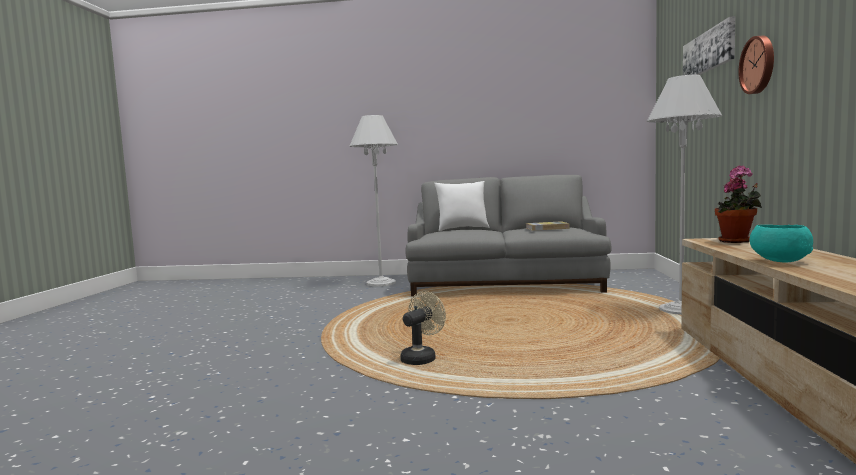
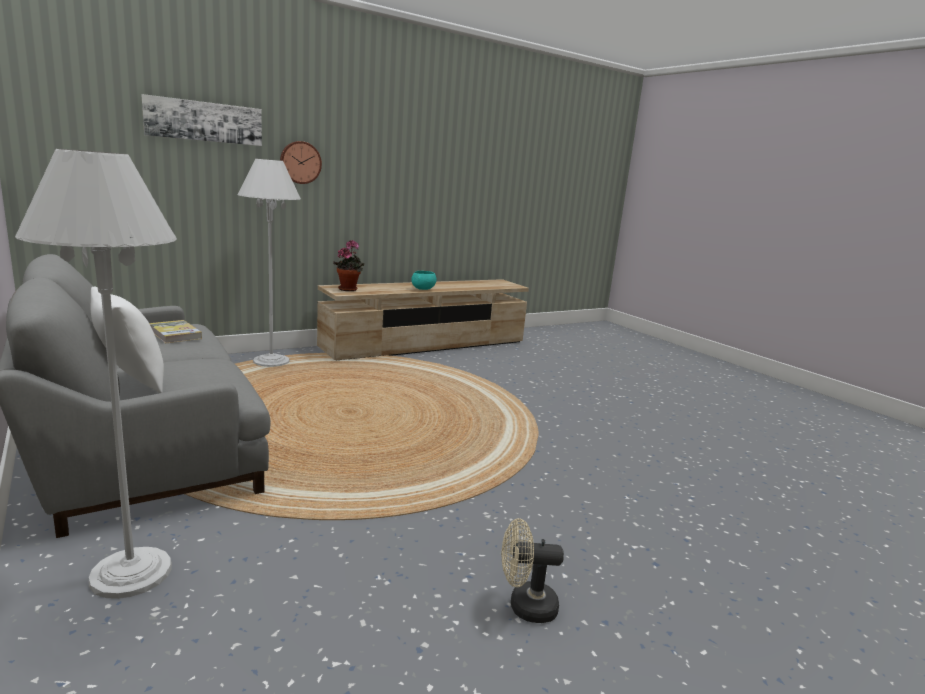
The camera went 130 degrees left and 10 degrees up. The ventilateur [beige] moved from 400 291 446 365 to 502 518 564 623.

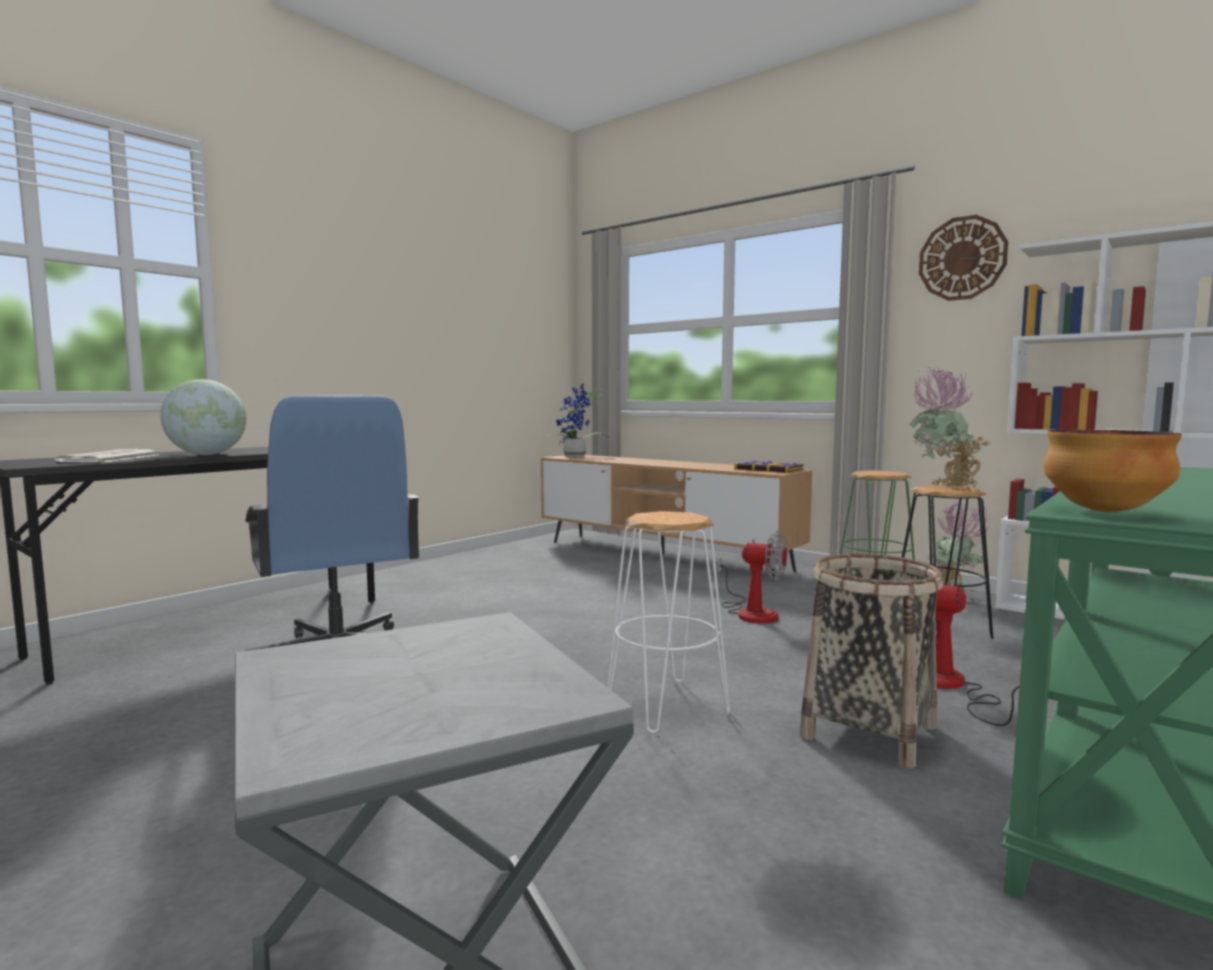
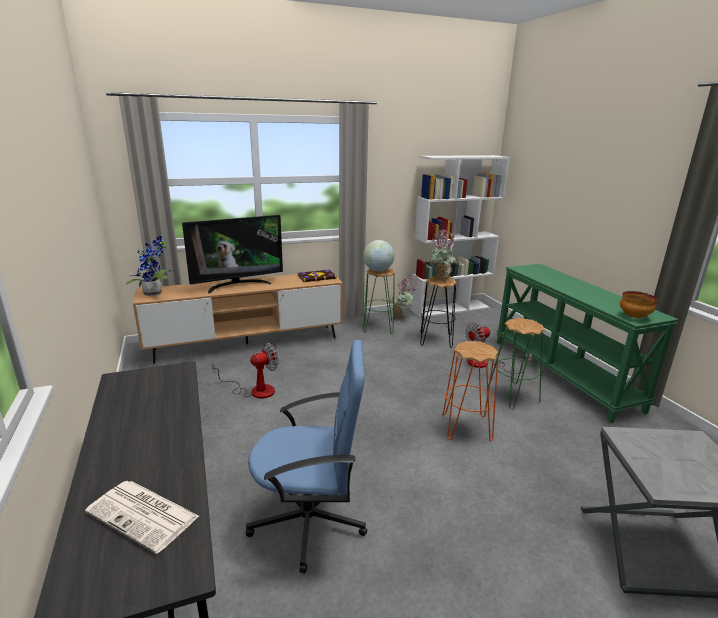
The camera went 60 degrees left and 15 degrees up. The horloge murale at 919 215 1008 301 disappeared. The téléviseur at 182 215 283 293 appeared. The globe moved from 160 379 246 455 to 363 240 394 271. The ventilateur moved from 718 531 787 624 to 212 343 279 399. The panier at 799 554 943 768 was replaced by the tabouret [vert] at 488 318 545 410. The tabouret [blanc] at 607 511 730 734 became the tabouret [orange] at 443 341 498 442.

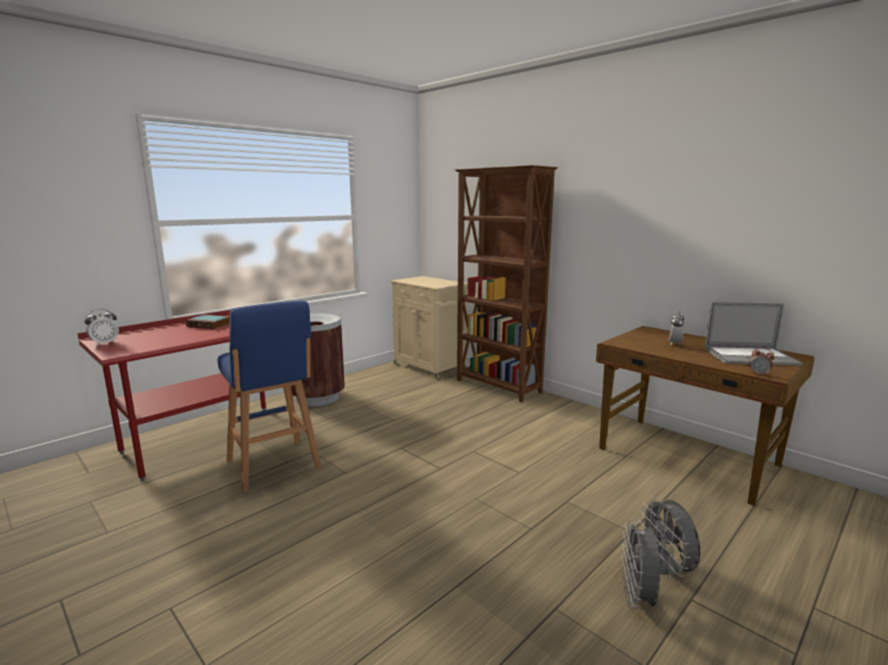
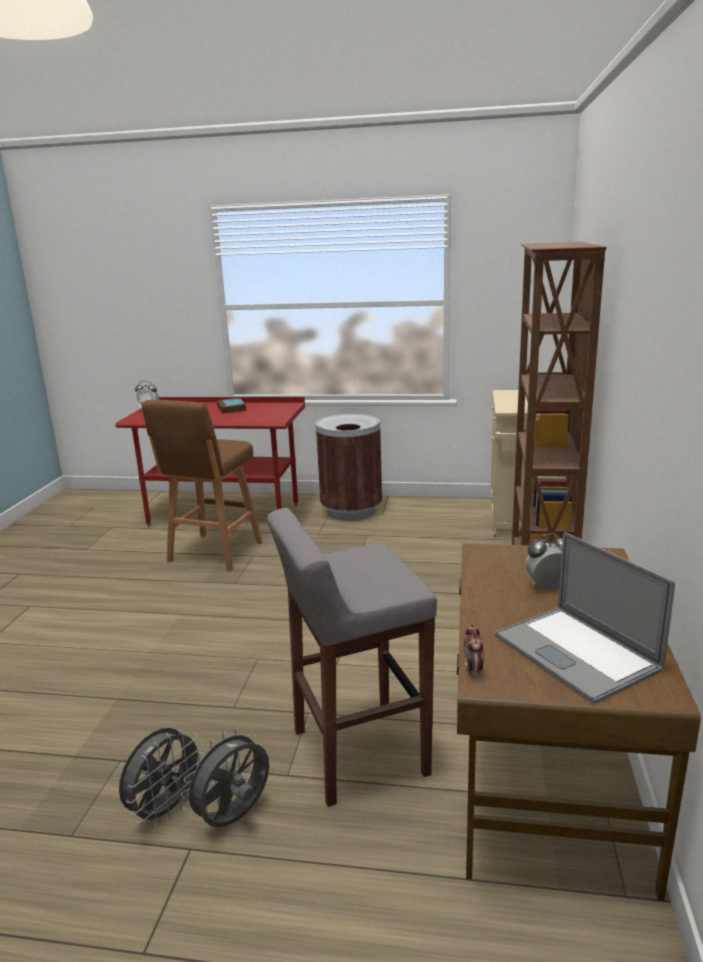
The camera went 55 degrees right and 5 degrees up. The tabouret [gris] at 267 508 437 807 appeared. The tabouret [bleu] at 218 301 322 492 became the tabouret [marron] at 142 400 263 571. The ventilateur [gris] at 622 519 670 609 turned 150 degrees clockwise.

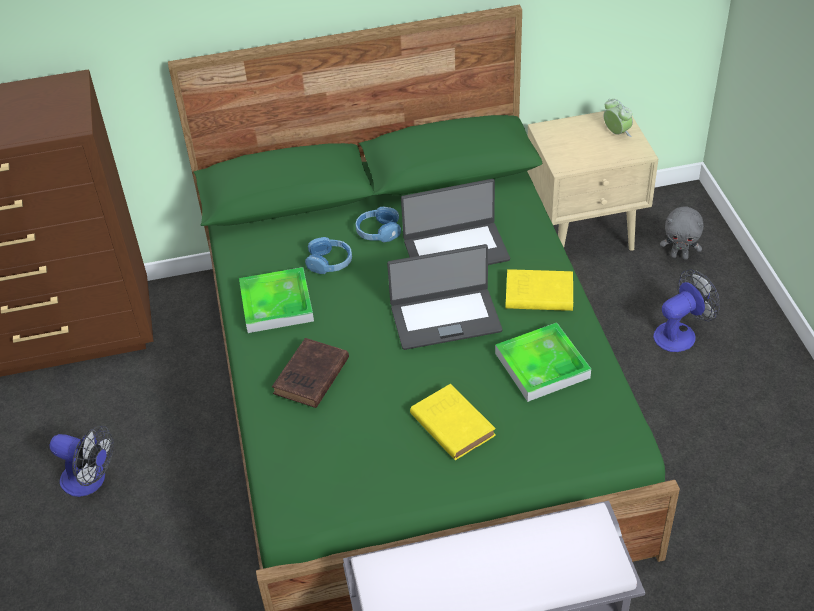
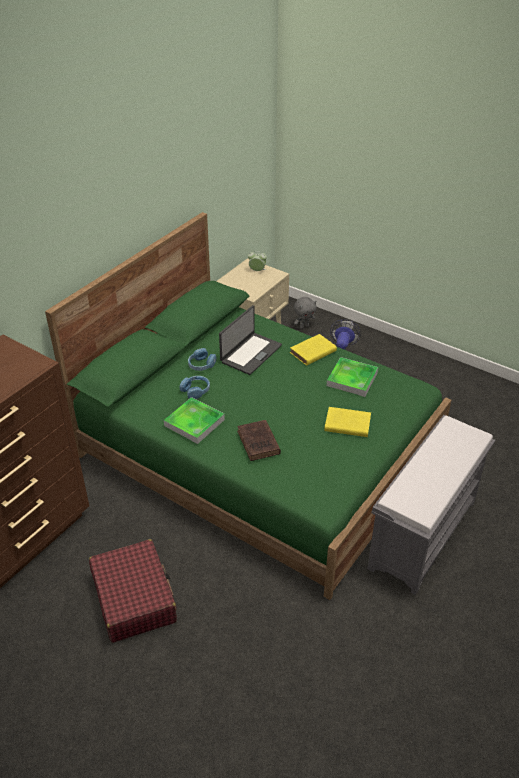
The camera went 45 degrees left and 5 degrees down. The ordinateur portable at 387 244 502 350 disappeared. The ventilateur at 49 425 114 497 was replaced by the valise [rouge] at 89 539 177 643.

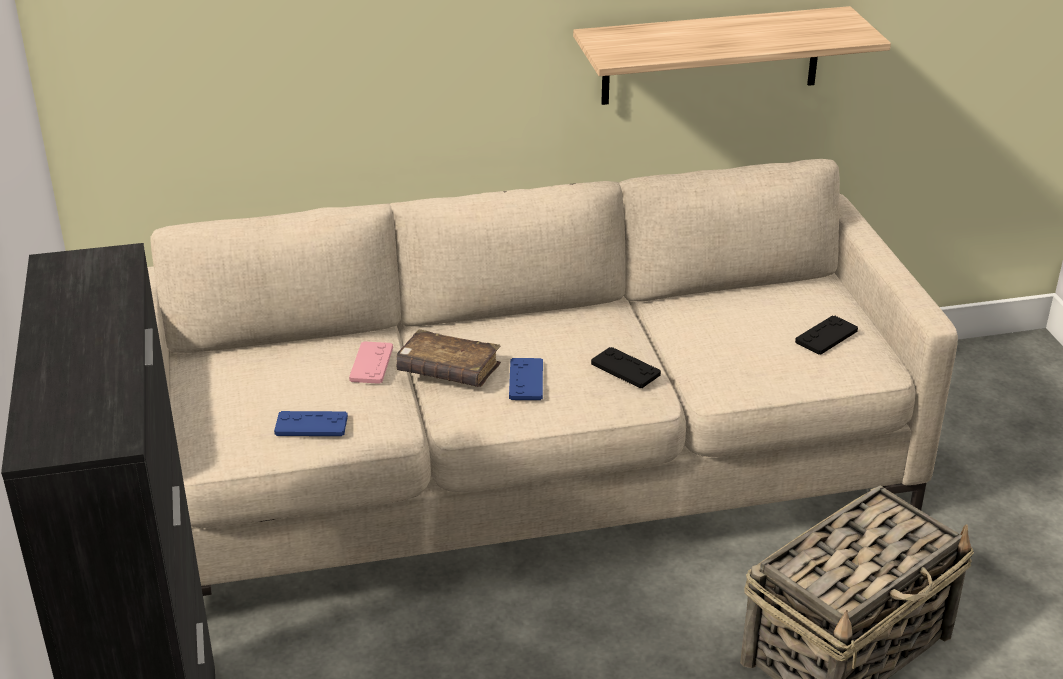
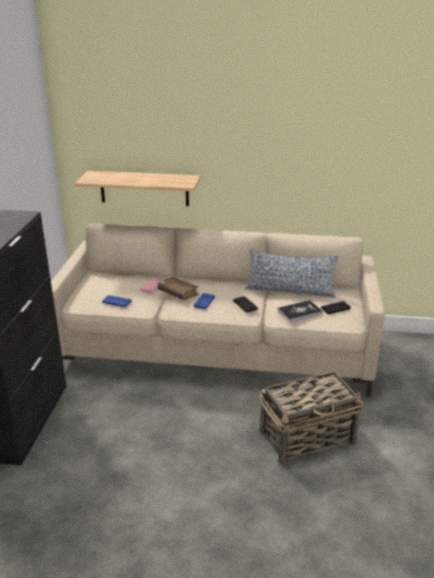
The camera went 20 degrees right and 5 degrees down. The coussin at 245 249 338 298 appeared. The livre at 277 300 323 322 appeared. The étagère moved from 573 6 891 105 to 75 171 200 206.

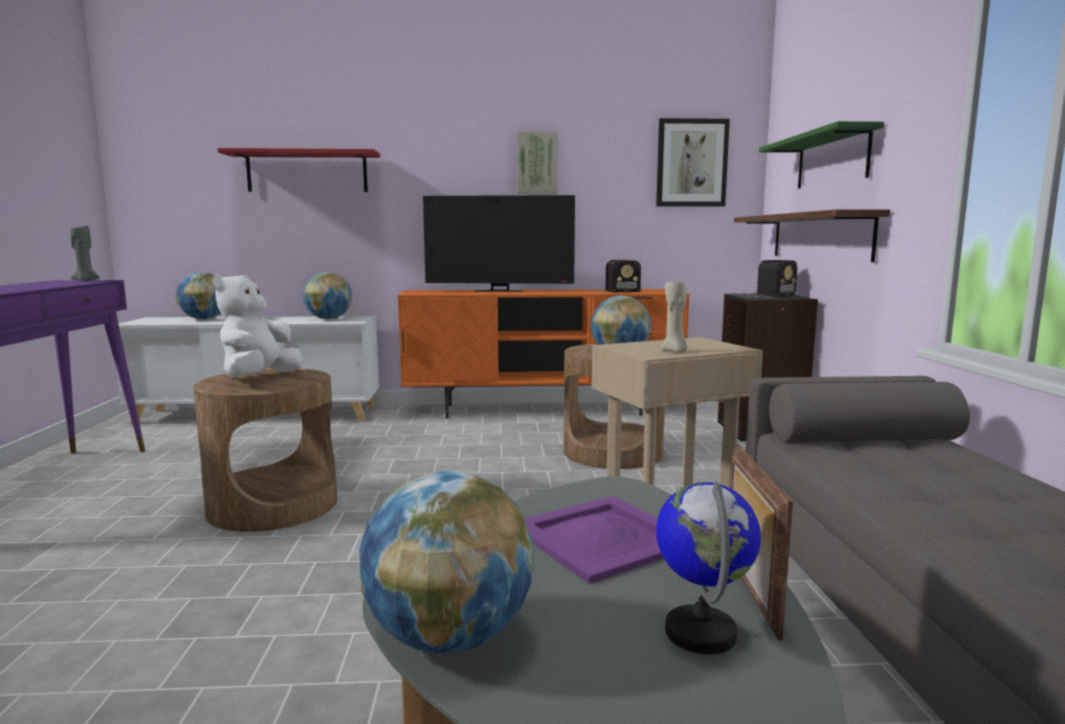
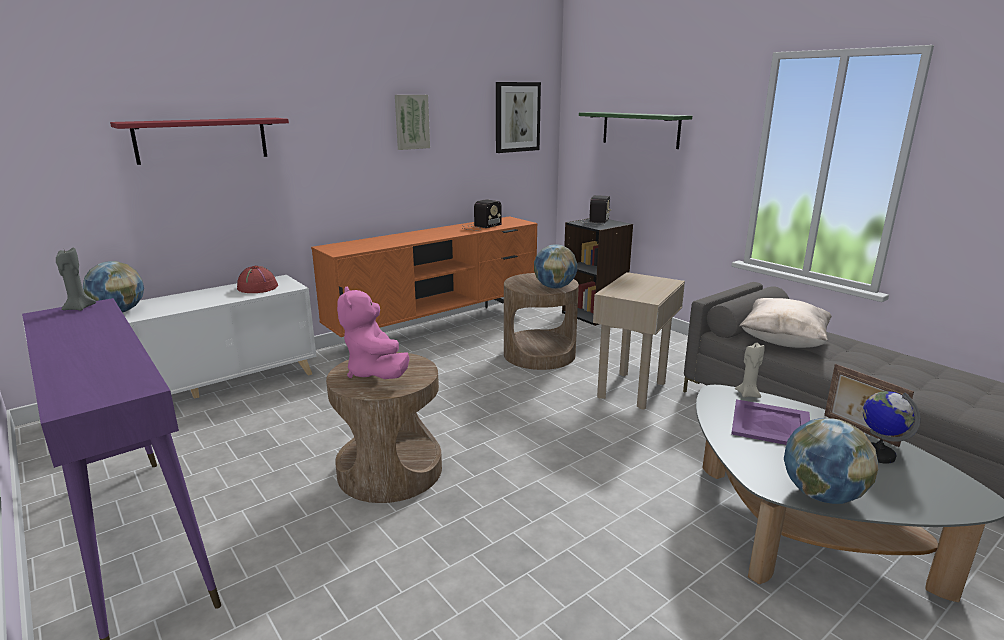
The camera went 35 degrees left and 10 degrees up. The téléviseur at 423 195 575 292 disappeared. The étagère at 734 209 890 262 disappeared. The coussin [beige] at 739 298 832 348 appeared. The bougie [beige] moved from 661 279 687 352 to 735 343 765 398. The globe at 303 272 352 319 was replaced by the chapeau [rouge] at 237 266 278 293. The peluche [blanc] at 212 275 302 378 became the peluche [rose] at 337 287 410 379.

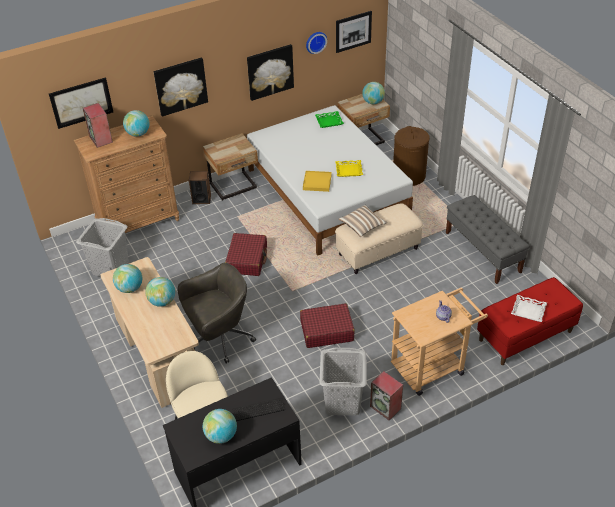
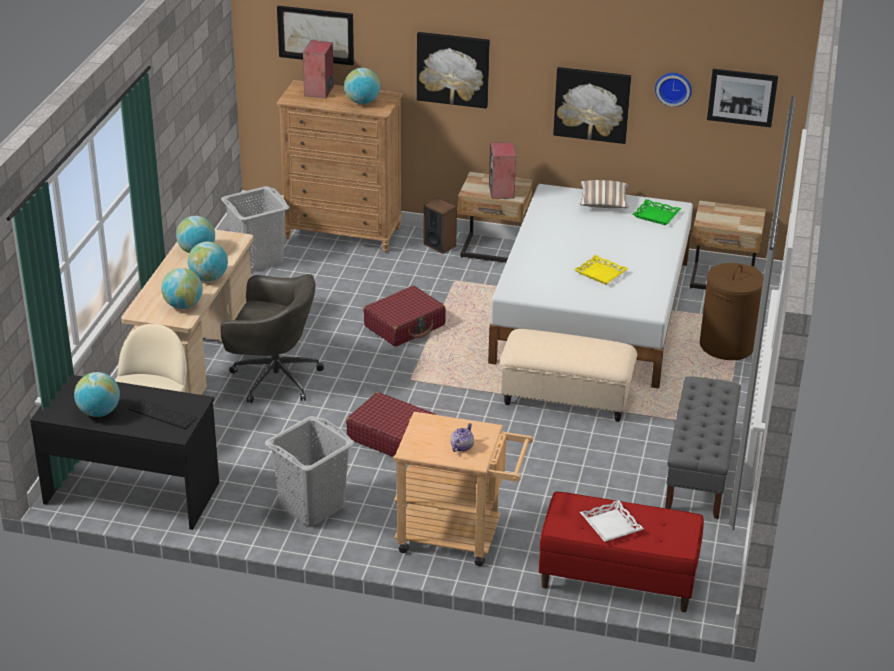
The camera went 40 degrees right and 10 degrees down. The plateau [jaune] at 303 171 332 192 disappeared. The coussin moved from 338 205 387 237 to 580 180 629 208. The globe moved from 362 82 385 104 to 161 268 203 309. The enceinte moved from 370 371 403 420 to 489 142 516 199.

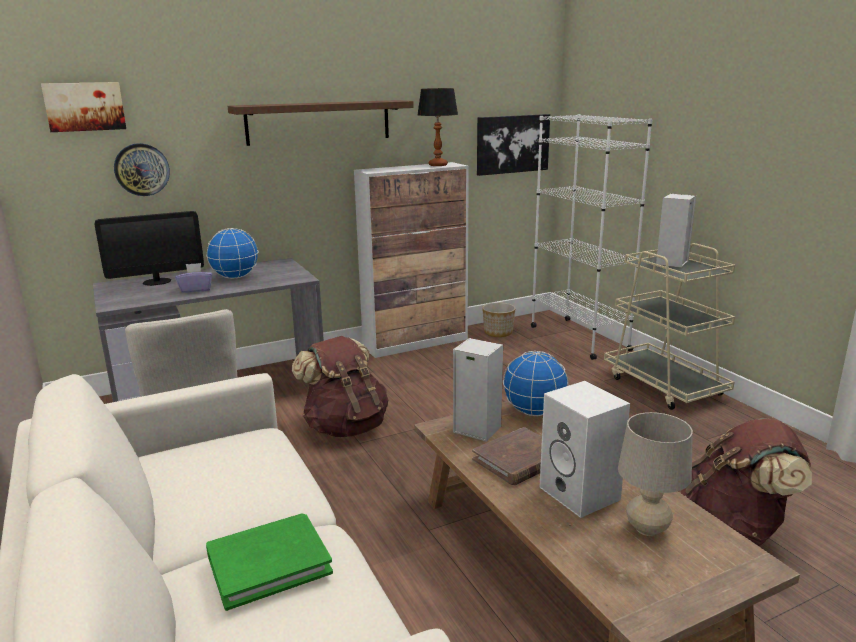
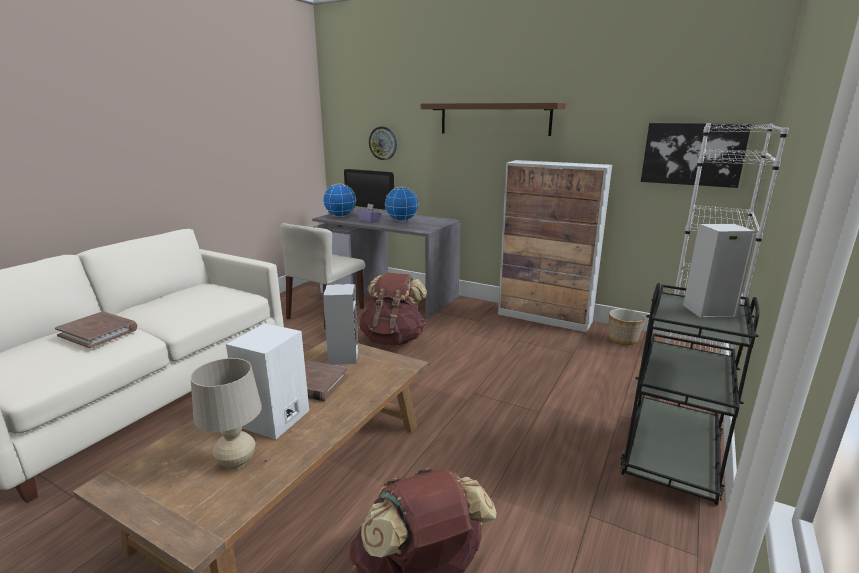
The camera went 55 degrees right and 0 degrees up. The tableau at 41 82 126 132 disappeared. The lampe de table at 418 88 458 166 disappeared. The globe moved from 503 351 569 416 to 323 184 356 217. The livre [vert] at 206 513 333 611 became the livre [marron] at 55 311 137 348. The chariot [beige] at 604 243 735 410 became the chariot [noir] at 620 283 760 505.

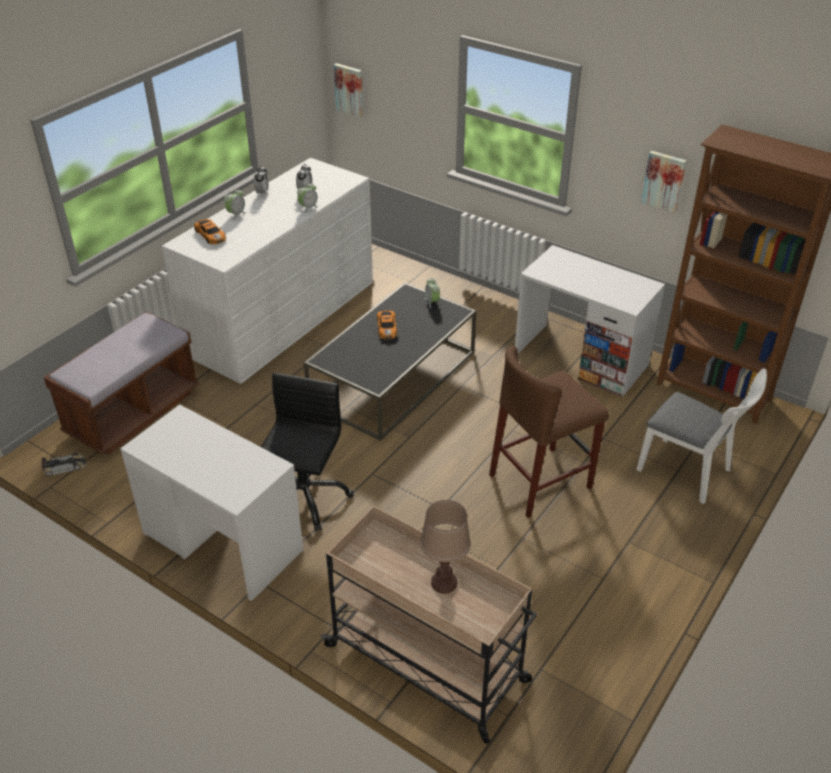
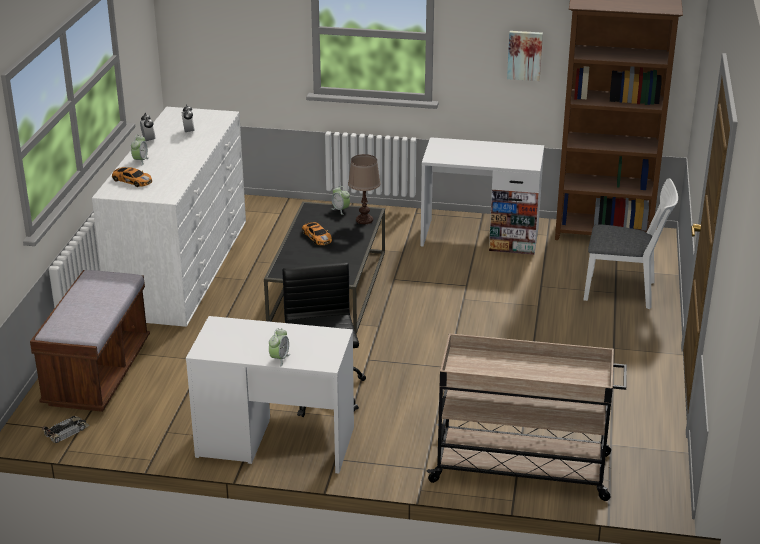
The camera went 25 degrees left and 10 degrees down. The tableau at 334 63 363 118 disappeared. The tabouret [marron] at 489 346 609 518 disappeared. The réveil moved from 297 182 319 213 to 269 328 290 366. The lampe de table [marron] moved from 420 500 471 594 to 348 154 381 224.

